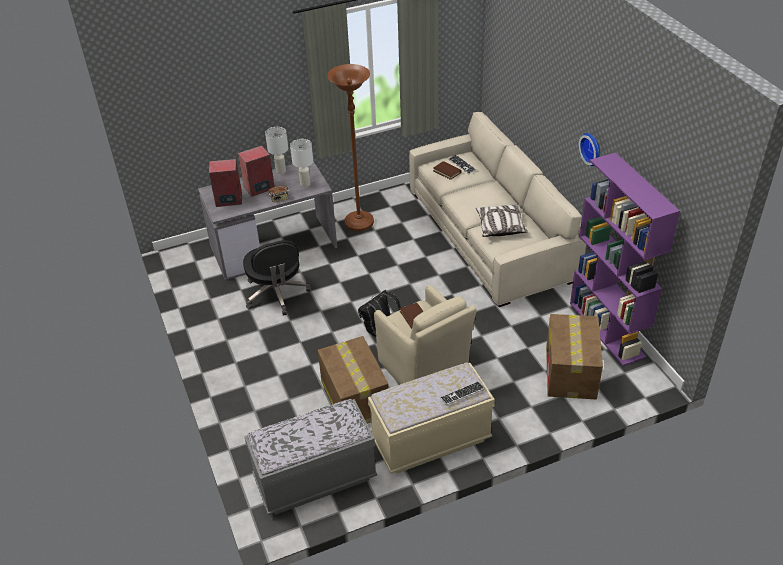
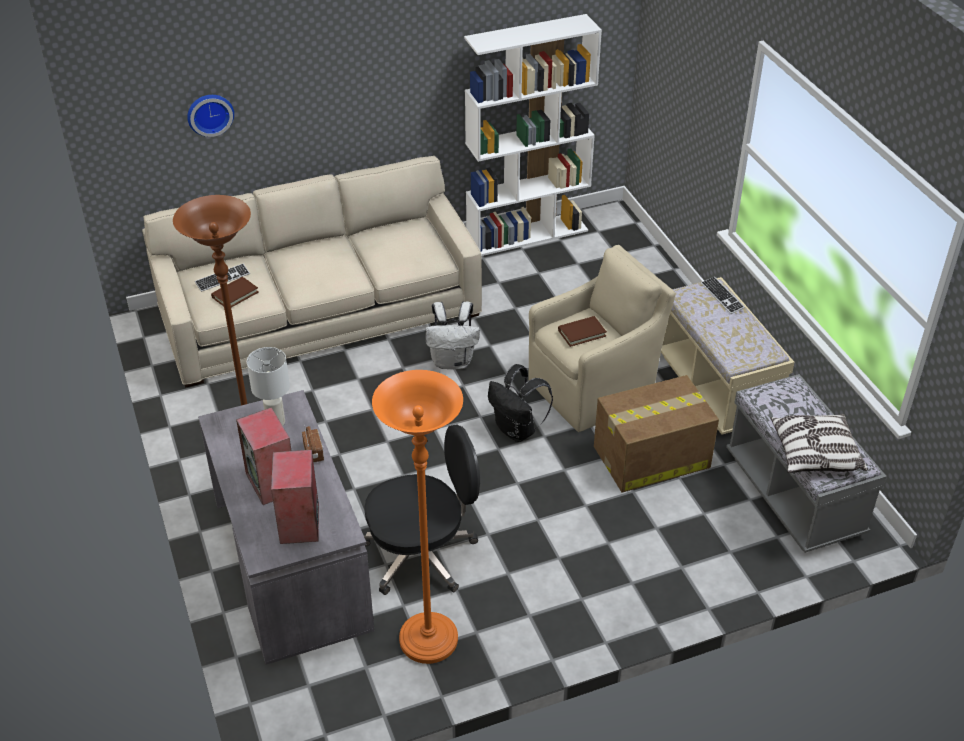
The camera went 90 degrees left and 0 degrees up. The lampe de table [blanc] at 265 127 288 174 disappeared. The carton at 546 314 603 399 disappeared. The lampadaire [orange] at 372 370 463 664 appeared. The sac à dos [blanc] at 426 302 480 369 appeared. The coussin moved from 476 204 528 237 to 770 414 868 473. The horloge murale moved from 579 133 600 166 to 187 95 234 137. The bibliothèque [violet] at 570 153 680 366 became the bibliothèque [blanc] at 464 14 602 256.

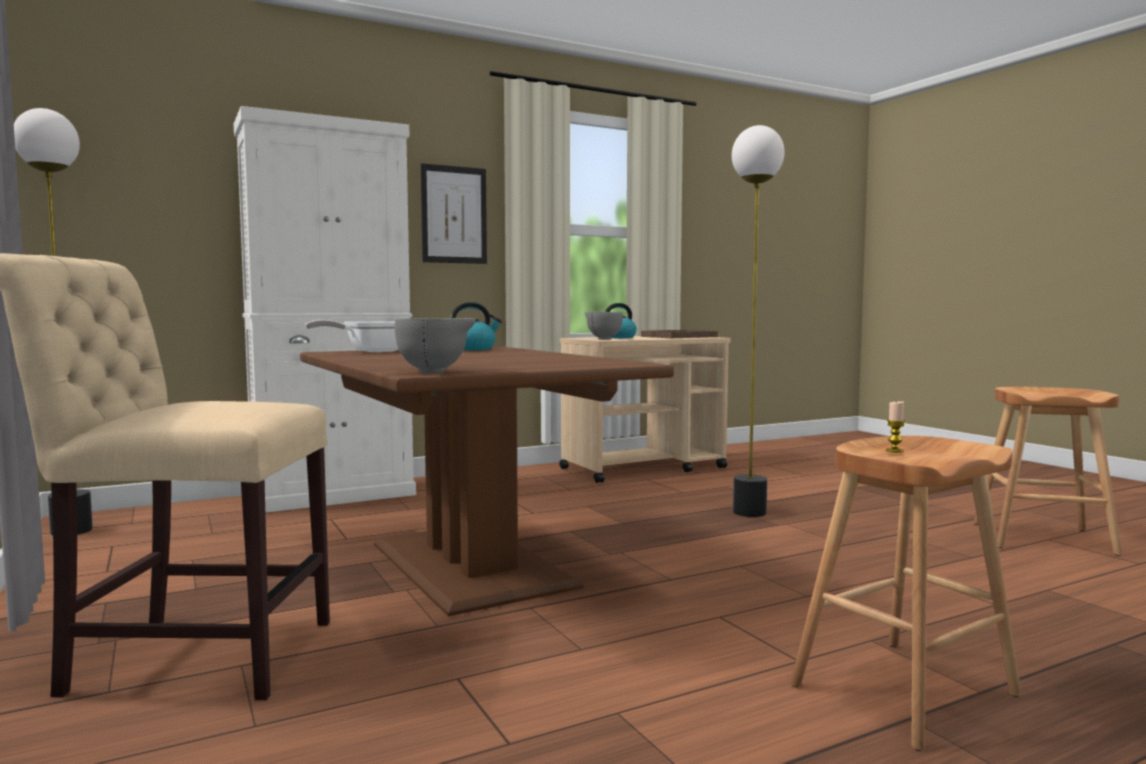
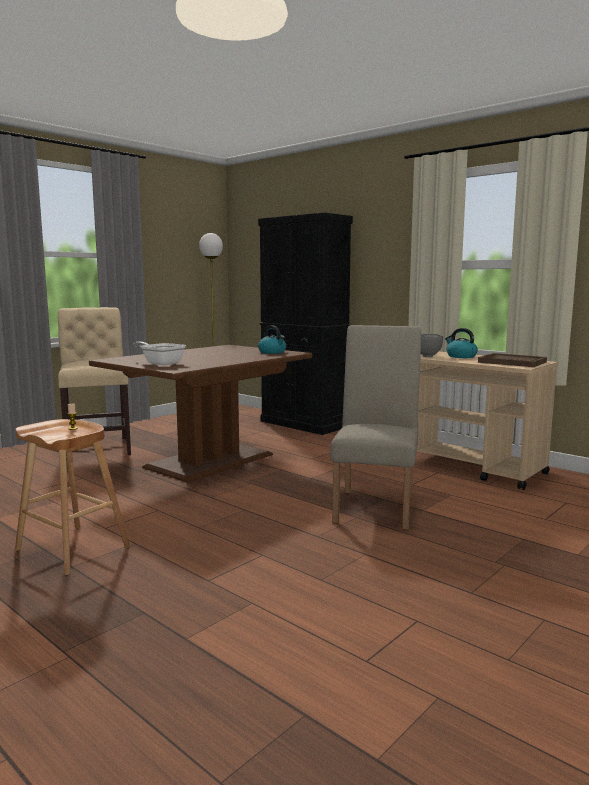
The camera went 70 degrees right and 5 degrees up. The bol [gris] at 395 318 476 373 disappeared. The tableau at 421 163 487 264 disappeared. The tabouret [marron] at 973 387 1122 556 disappeared. The poêle moved from 305 320 398 352 to 133 342 186 365. The lampadaire at 732 125 785 517 was replaced by the chaise [beige] at 330 325 421 530. The meuble de rangement [blanc] at 234 106 416 513 became the meuble de rangement [noir] at 258 212 353 435.

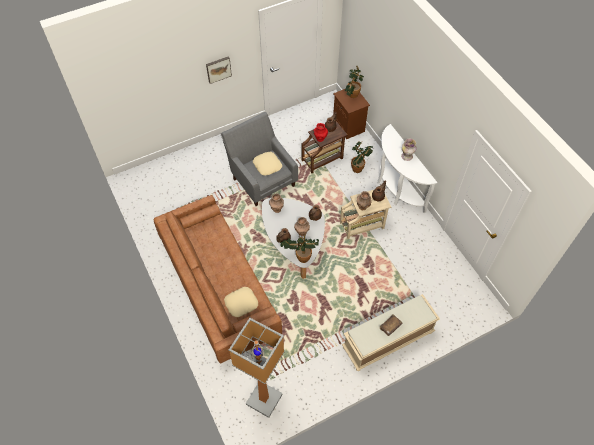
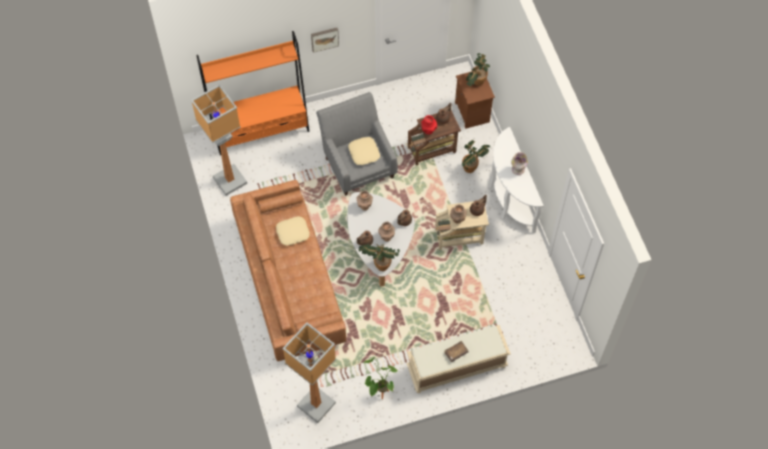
The camera went 10 degrees right and 5 degrees up. The lampadaire at 191 84 247 196 appeared. The bibliothèque [orange] at 196 31 309 155 appeared. The plante en pot at 364 357 397 400 appeared. The coussin [beige] moved from 224 287 258 317 to 276 216 310 246.

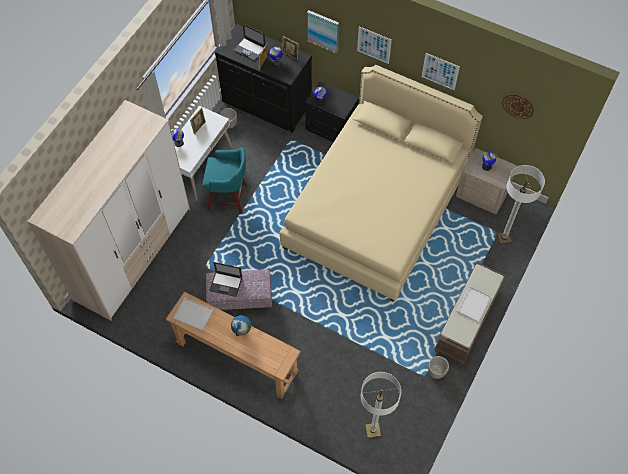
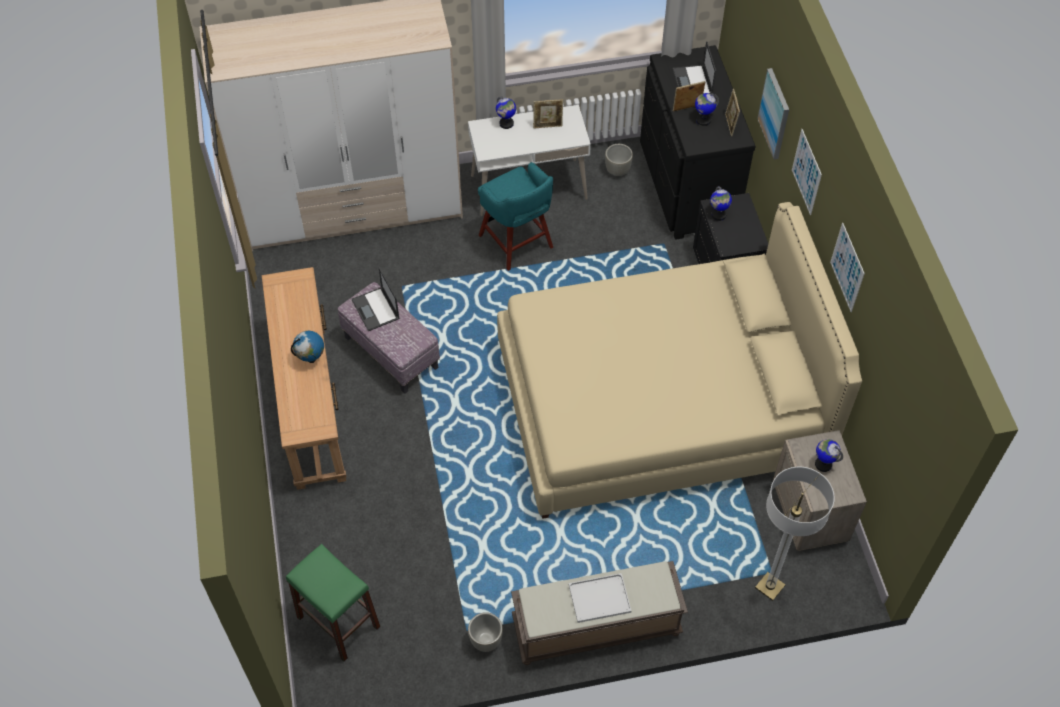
The camera went 50 degrees right and 5 degrees down. The plateau [blanc] at 173 298 213 331 disappeared. The horloge murale at 502 95 534 119 disappeared. The lampadaire at 361 372 401 438 was replaced by the tabouret [vert] at 286 544 380 661.

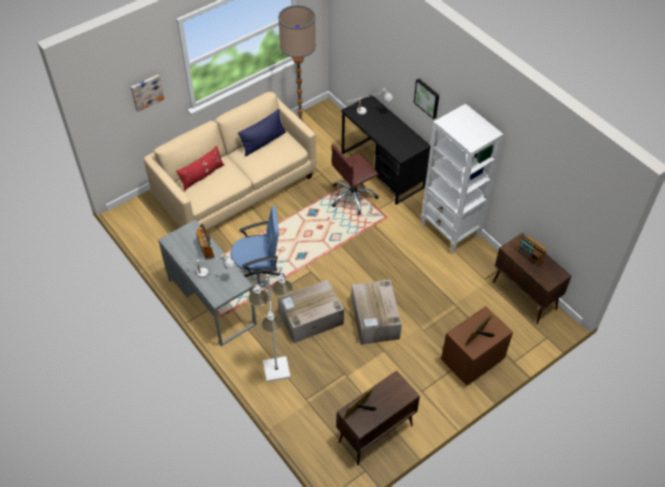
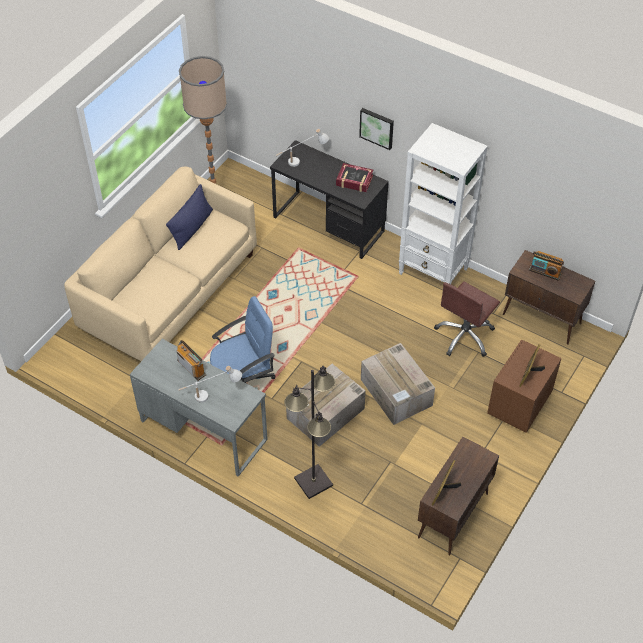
The camera went 20 degrees left and 0 degrees up. The tableau at 131 74 164 112 disappeared. The coussin [rouge] at 176 146 225 191 disappeared. The livre at 336 163 373 192 appeared. The chaise de bureau [marron] moved from 331 144 378 215 to 434 281 500 357. The lampadaire [blanc] at 248 274 293 382 became the lampadaire [noir] at 285 366 335 499.

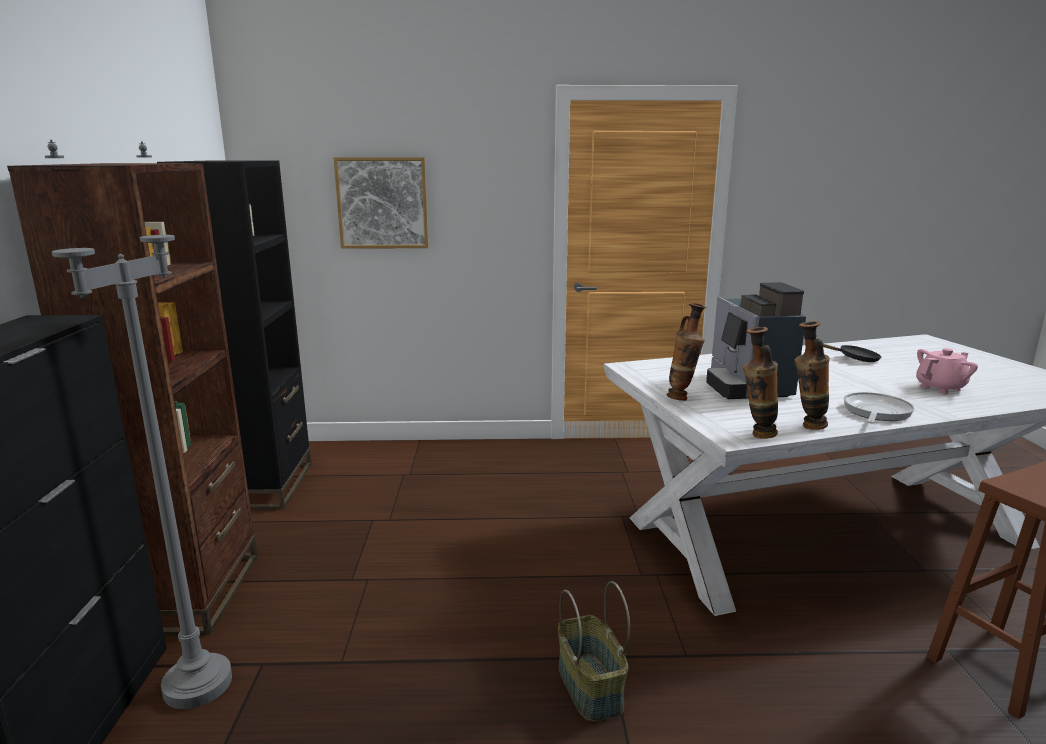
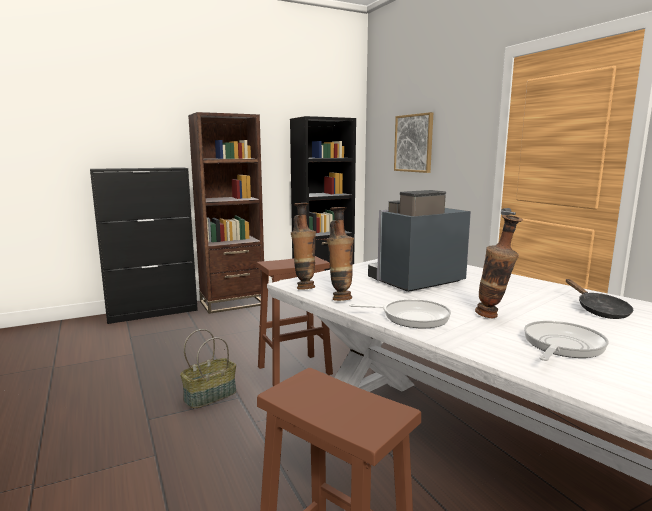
The camera went 65 degrees right and 5 degrees down. The lampadaire [gris] at 45 140 232 709 disappeared. The tabouret [marron] at 257 256 333 386 appeared. The vase moved from 666 303 707 401 to 475 215 523 318. The théière [rose] at 916 348 978 394 was replaced by the poêle at 524 321 609 361.

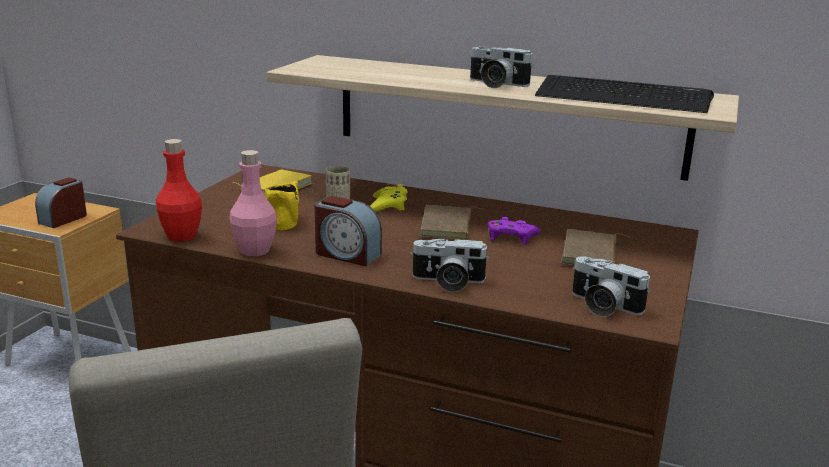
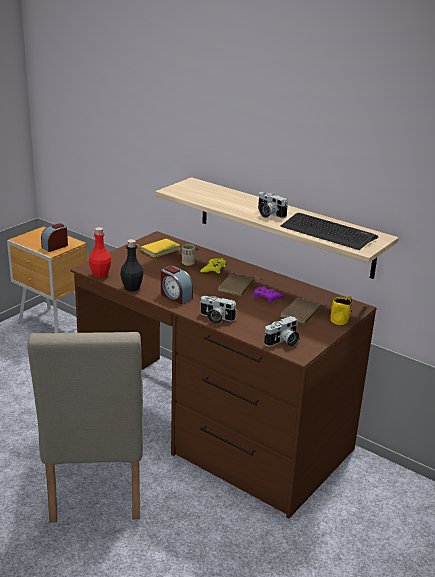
The camera went 15 degrees right and 5 degrees up. The mug [jaune] moved from 265 181 299 230 to 330 296 352 325. The bouteille [rose] at 229 150 277 256 became the bouteille [noir] at 120 239 143 291. The appareil photo at 572 256 651 317 turned 90 degrees counterclockwise.

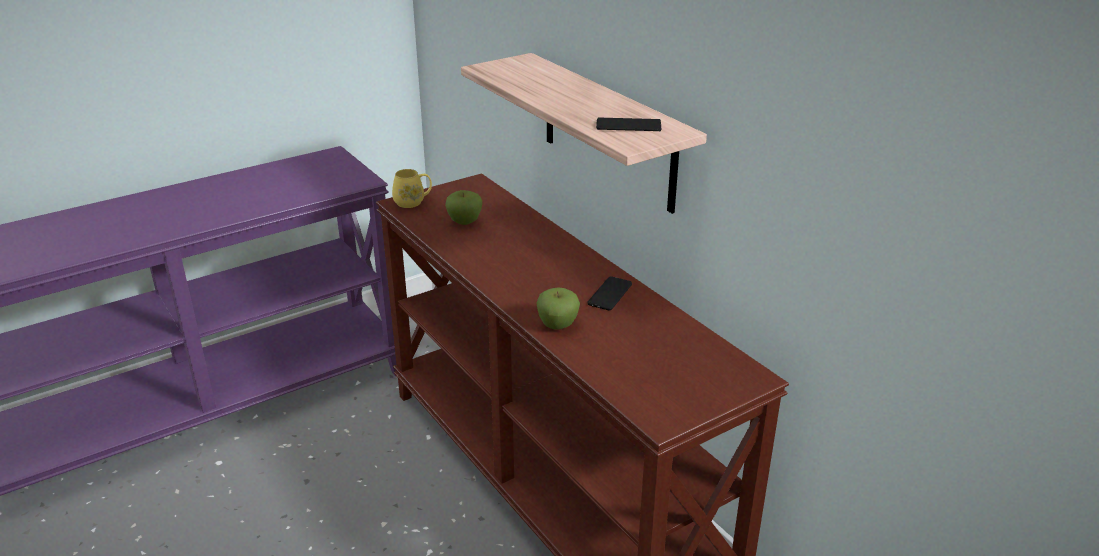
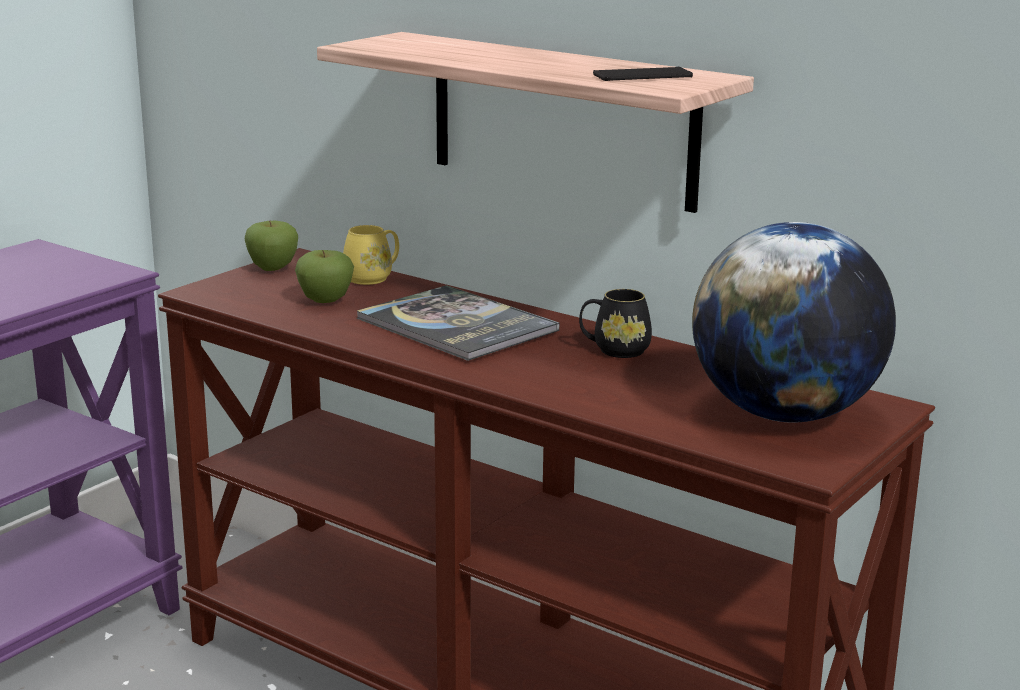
The camera went 20 degrees left and 10 degrees down. The livre at 357 285 559 361 appeared. The globe at 692 222 896 423 appeared. The mug [jaune] moved from 392 169 432 208 to 343 225 399 285. The pomme moved from 536 287 580 330 to 245 221 298 271. The téléphone at 588 276 632 310 was replaced by the mug [noir] at 579 289 652 358.

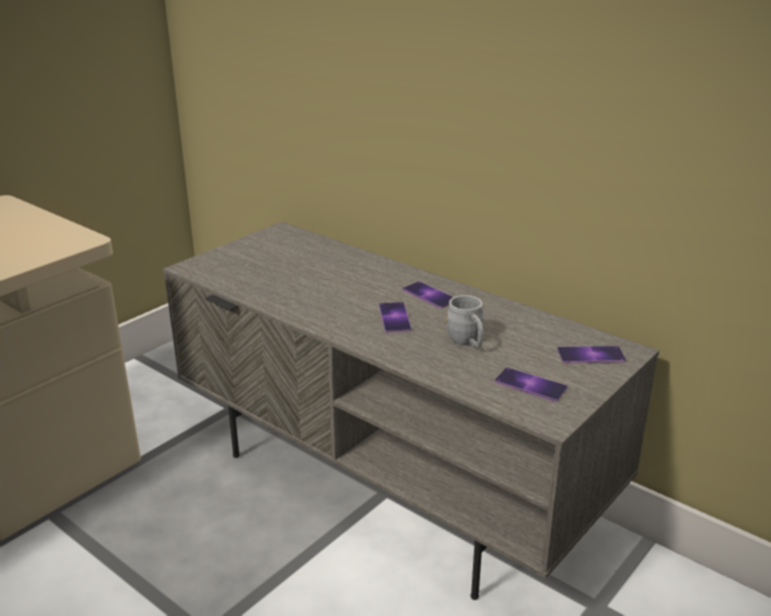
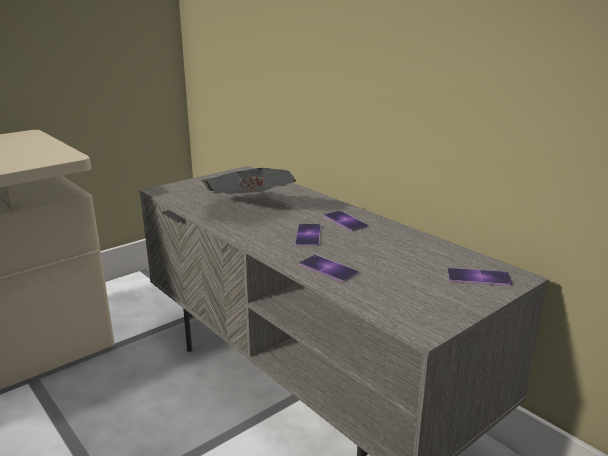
The camera went 10 degrees right and 5 degrees down. The mug [gris] at 446 295 484 347 disappeared. The journal at 201 168 296 194 appeared. The téléphone moved from 494 368 568 402 to 299 255 359 282.

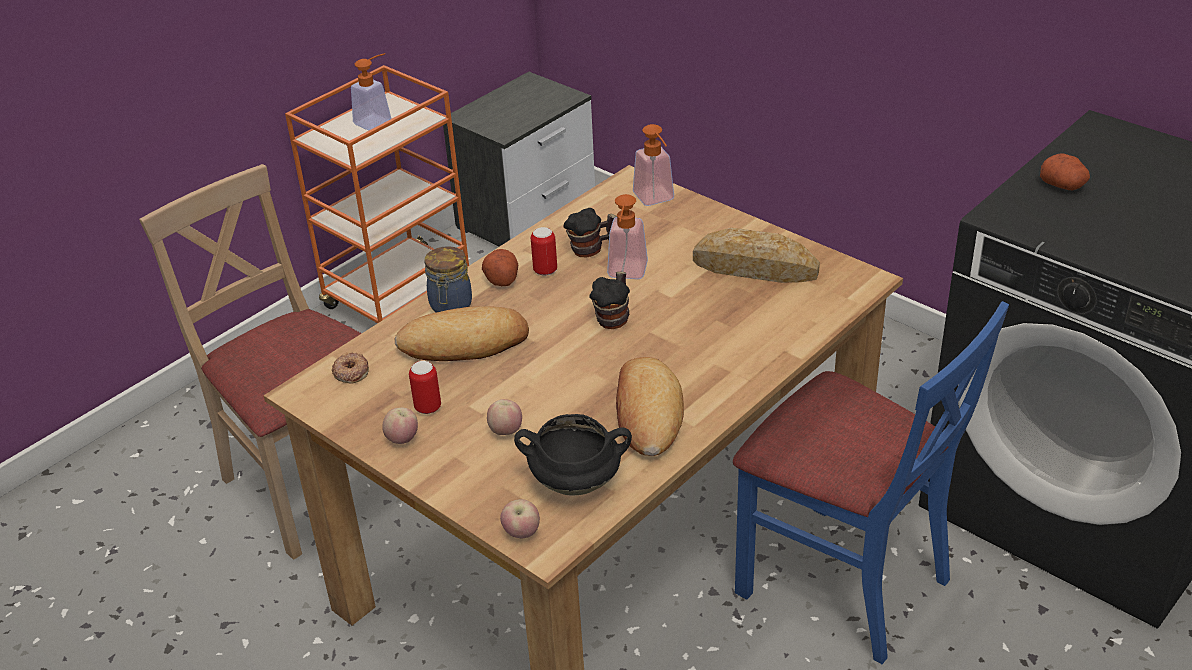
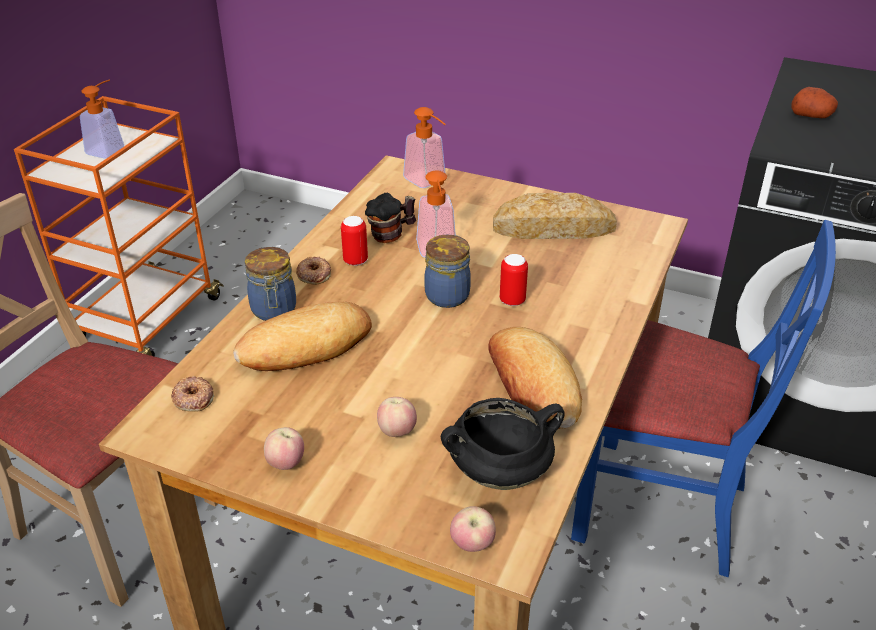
The camera went 20 degrees left and 0 degrees up. The table de chevet at 443 72 595 247 disappeared. The boîte métallique moved from 409 361 441 414 to 500 254 528 306. The pomme de terre at 482 249 518 286 was replaced by the beignet at 296 256 331 285. The mug at 589 271 630 329 was replaced by the bocal at 424 235 471 308.

